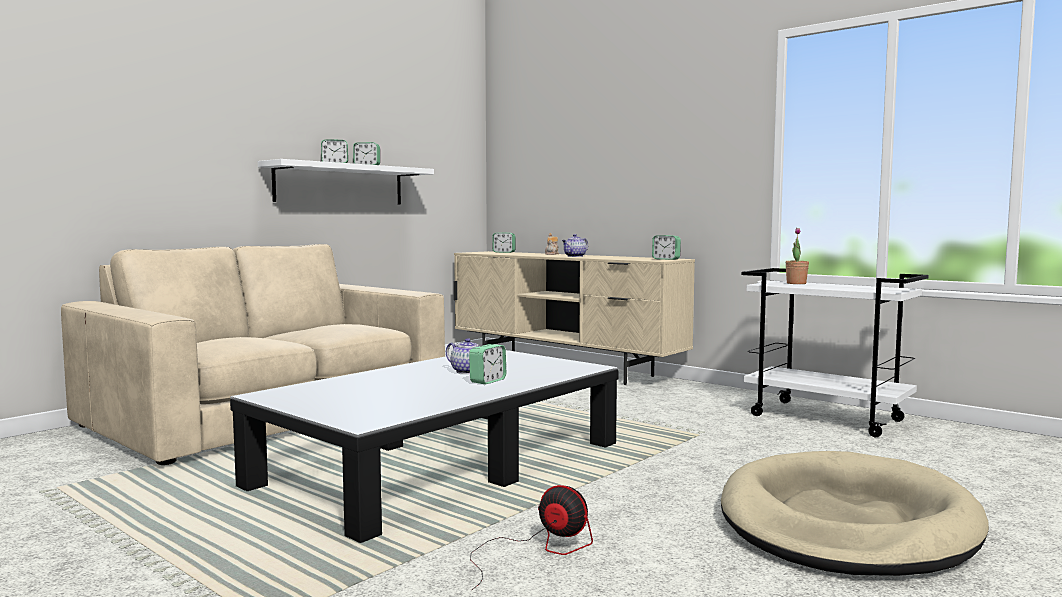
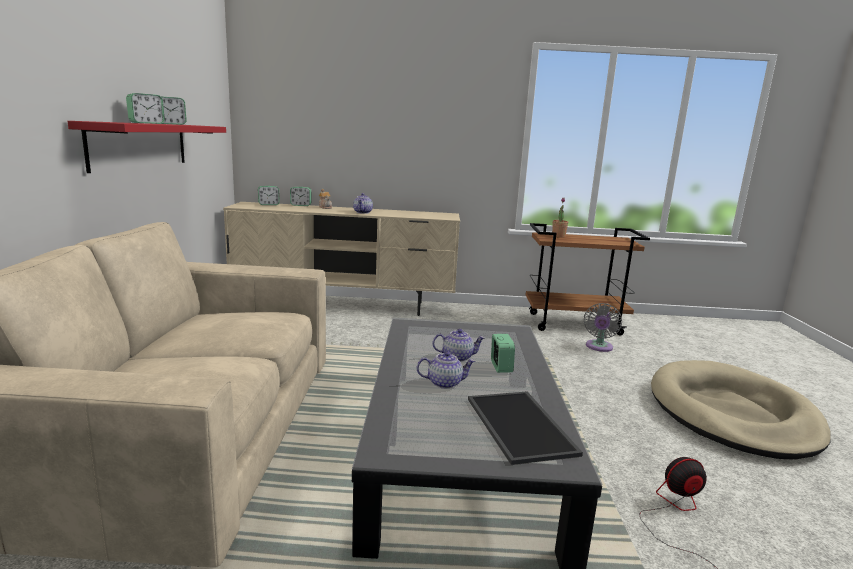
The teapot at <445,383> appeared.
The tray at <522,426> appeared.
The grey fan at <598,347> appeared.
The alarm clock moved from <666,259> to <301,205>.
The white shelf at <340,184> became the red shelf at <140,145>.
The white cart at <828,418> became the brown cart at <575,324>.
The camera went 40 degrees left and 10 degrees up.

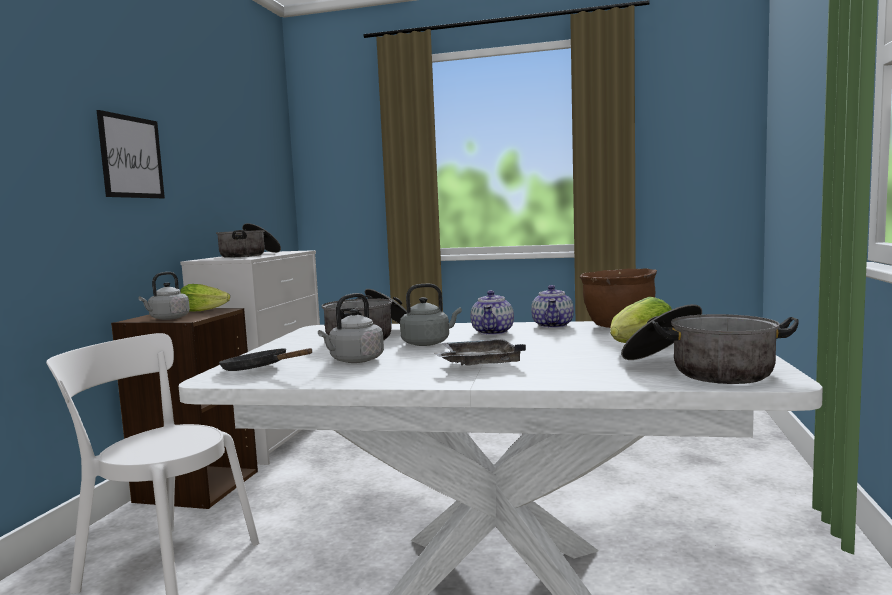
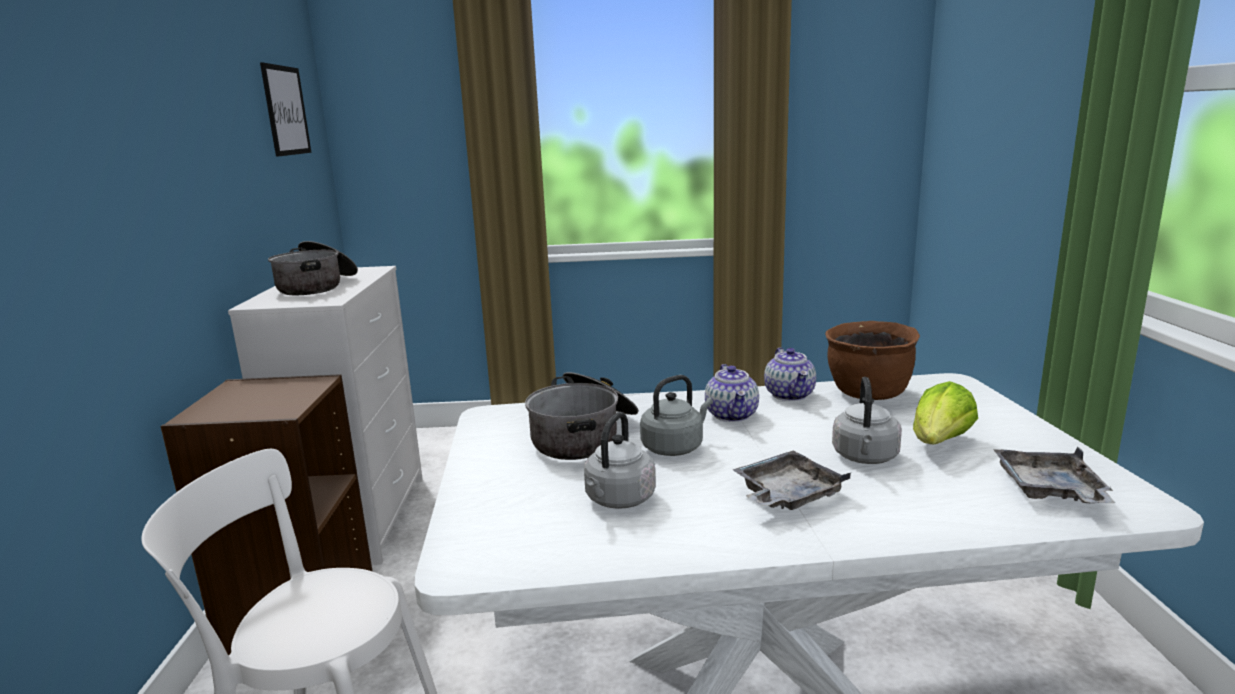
The lettuce at <205,310> disappeared.
The black frying pan at <260,369> disappeared.
The picture moved from <131,157> to <286,110>.
The grey kettle moved from <168,318> to <865,458>.
The cooking pot at <700,370> was replaced by the grey tray at <1049,490>.
The camera went 15 degrees left and 10 degrees up.

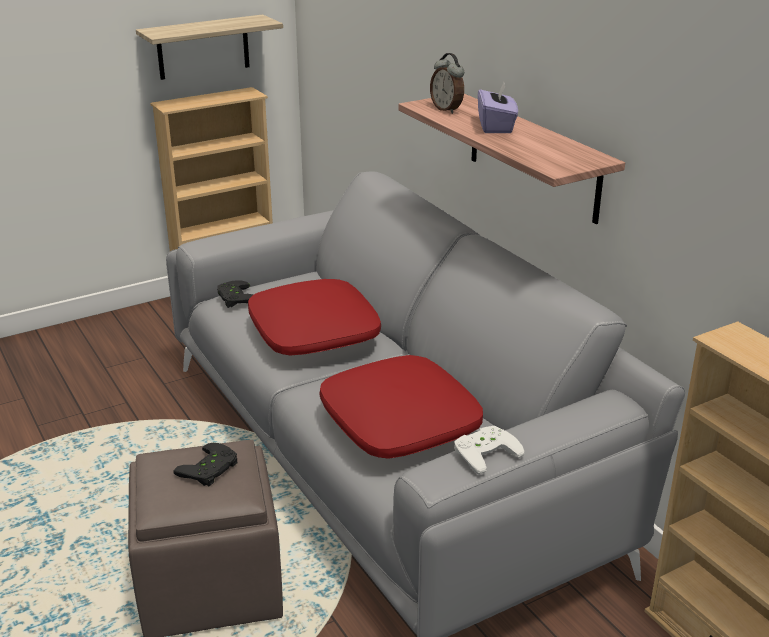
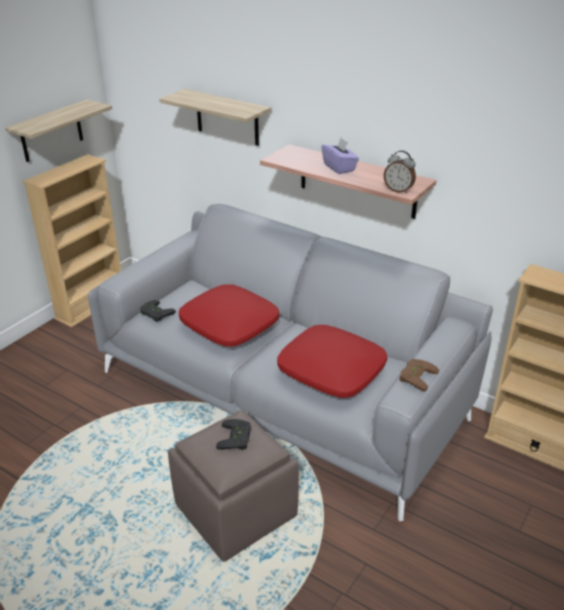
The shelf at <227,118> appeared.
The alarm clock moved from <447,109> to <398,190>.
The white game controller at <484,451> became the brown game controller at <415,376>.
The camera went 25 degrees left and 5 degrees up.

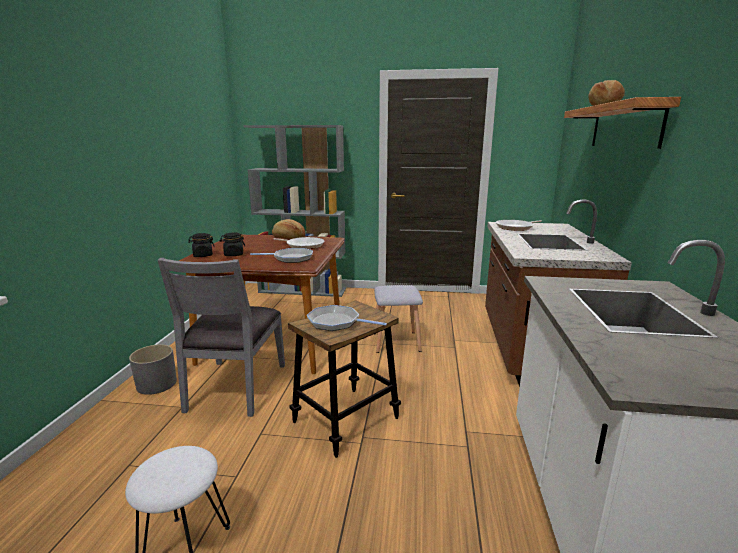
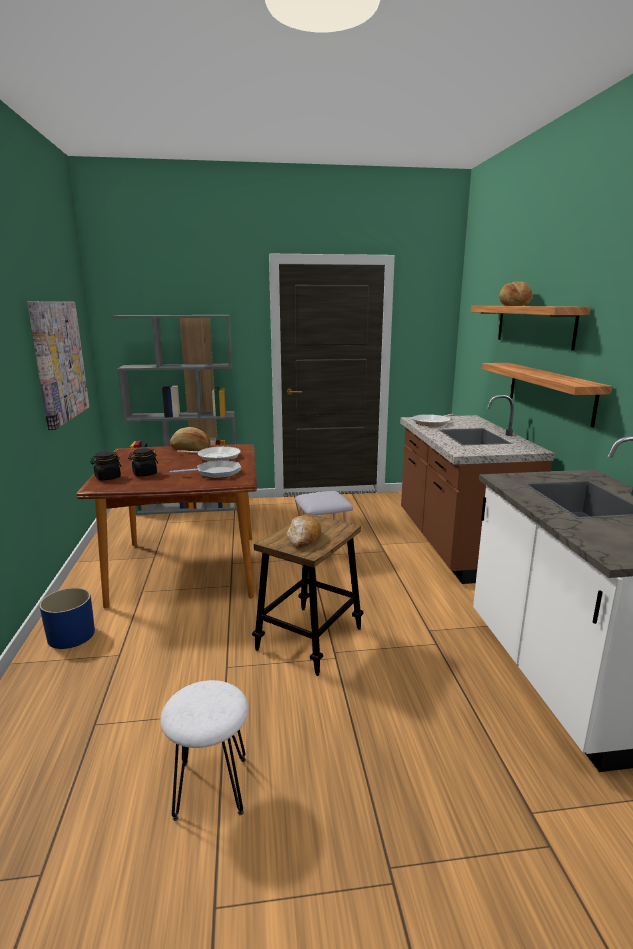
The grey chair at <235,387> disappeared.
The picture at <58,361> appeared.
The shelf at <549,391> appeared.
The frying pan at <336,322> was replaced by the bread at <303,537>.
The grey planter at <157,384> became the blue planter at <71,635>.
The camera went 15 degrees left and 0 degrees up.

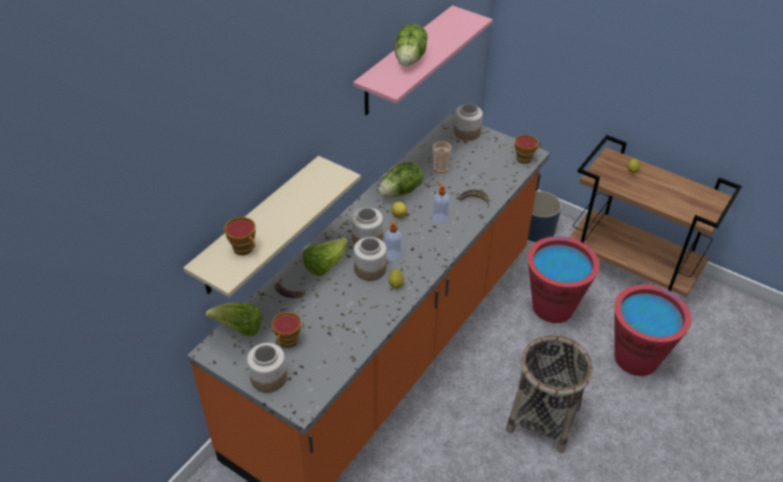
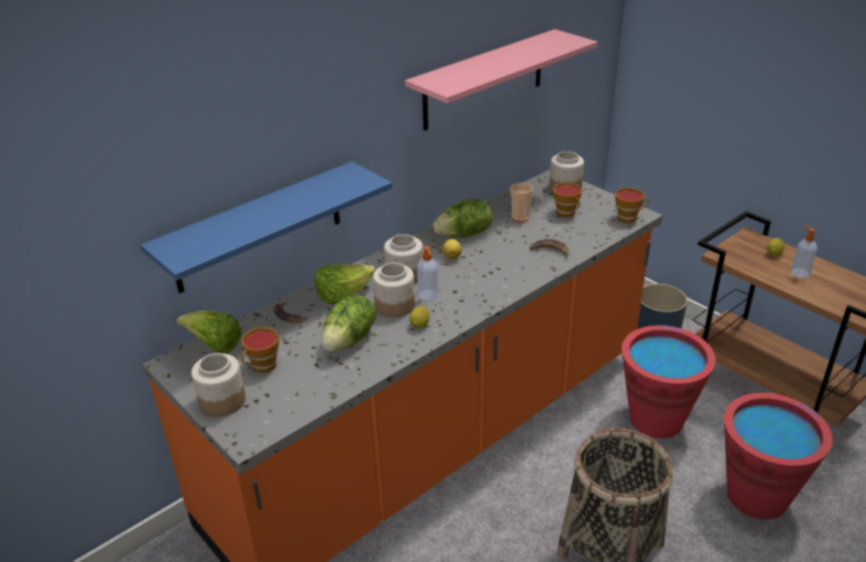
The cup moved from <245,249> to <567,214>.
The lettuce moved from <410,59> to <350,340>.
The soap dispenser moved from <439,218> to <799,272>.
The beige shelf at <258,227> became the blue shelf at <259,228>.
The camera went 15 degrees right and 10 degrees down.

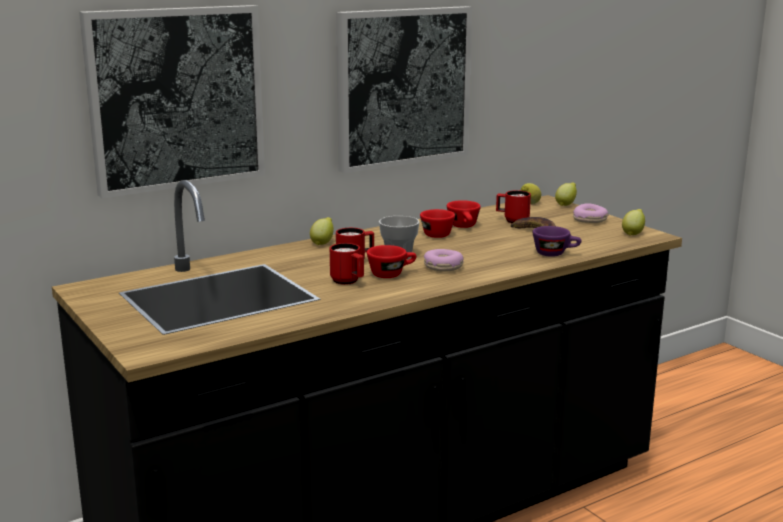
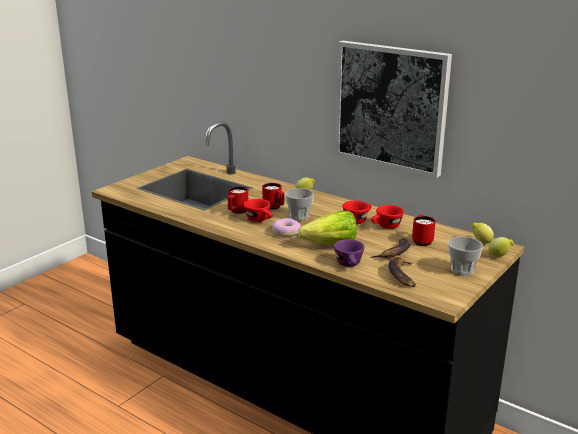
The picture at <176,98> disappeared.
The lemon at <633,233> disappeared.
The lettuce at <326,245> appeared.
The banana at <402,275> appeared.
The donut at <590,220> was replaced by the cup at <462,270>.
The camera went 70 degrees right and 5 degrees up.

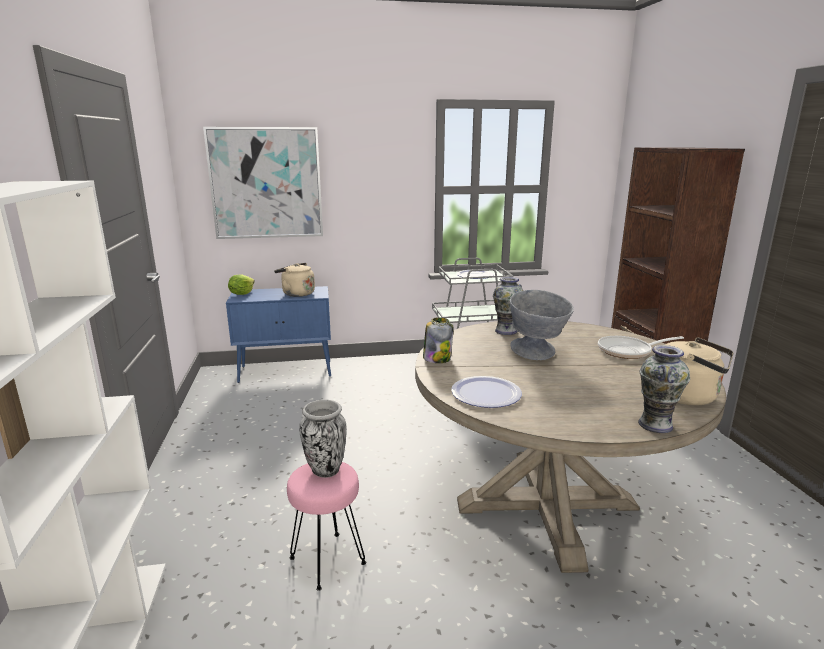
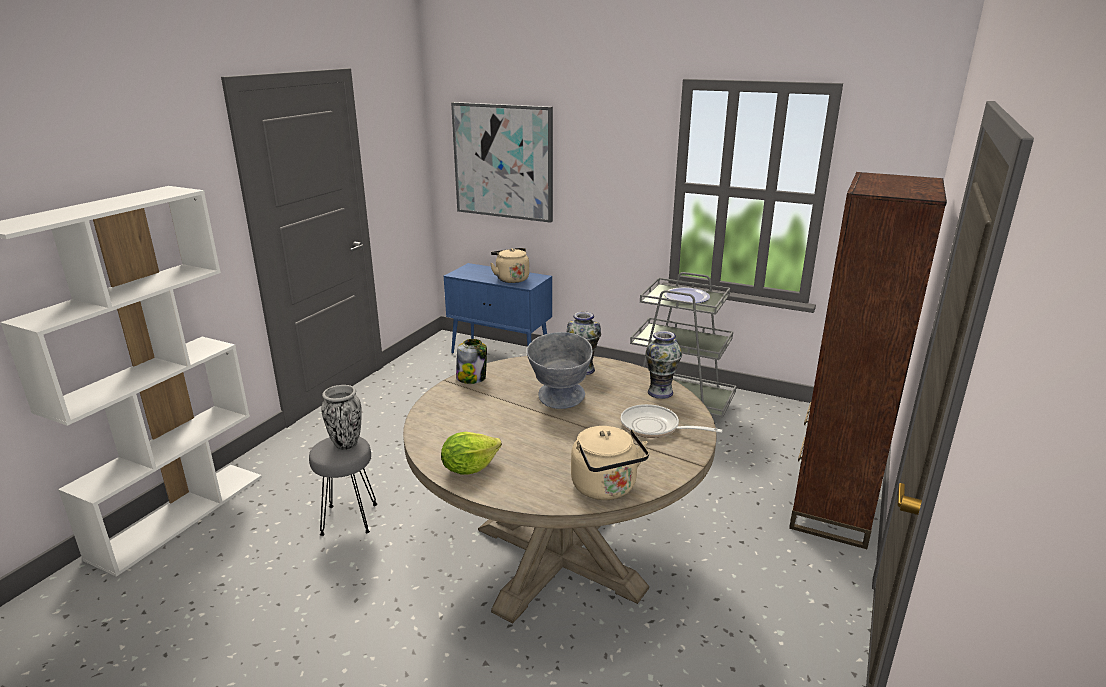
The plate at <486,393> disappeared.
The lettuce moved from <242,294> to <469,468>.
The vase moved from <654,424> to <660,392>.
The pink stool at <327,559> became the grey stool at <349,518>.
The camera went 35 degrees right and 5 degrees up.

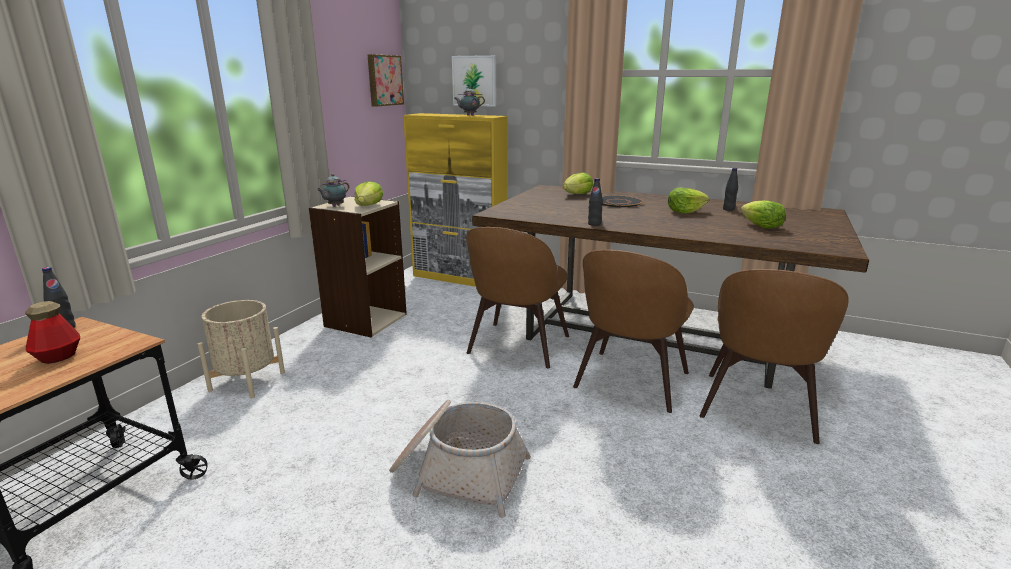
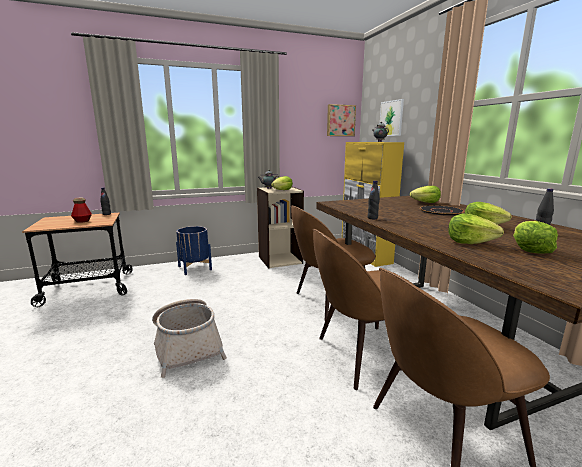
The lettuce at <469,242> appeared.
The beige planter at <247,381> became the blue planter at <195,268>.
The camera went 45 degrees right and 5 degrees down.

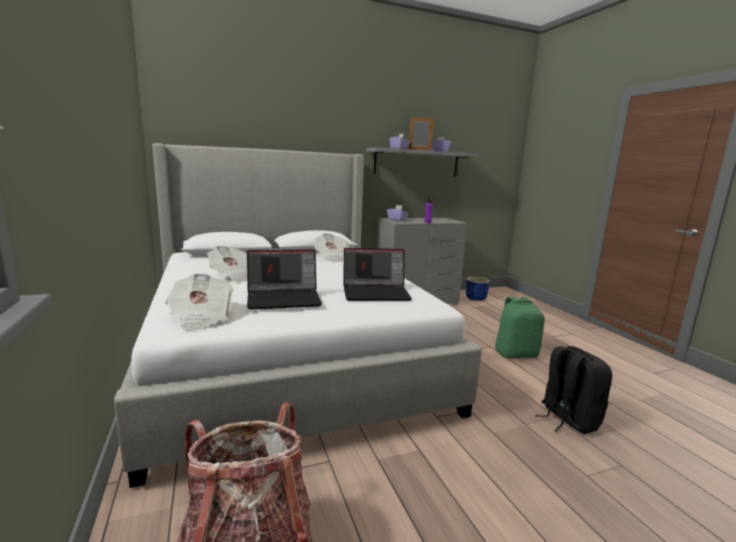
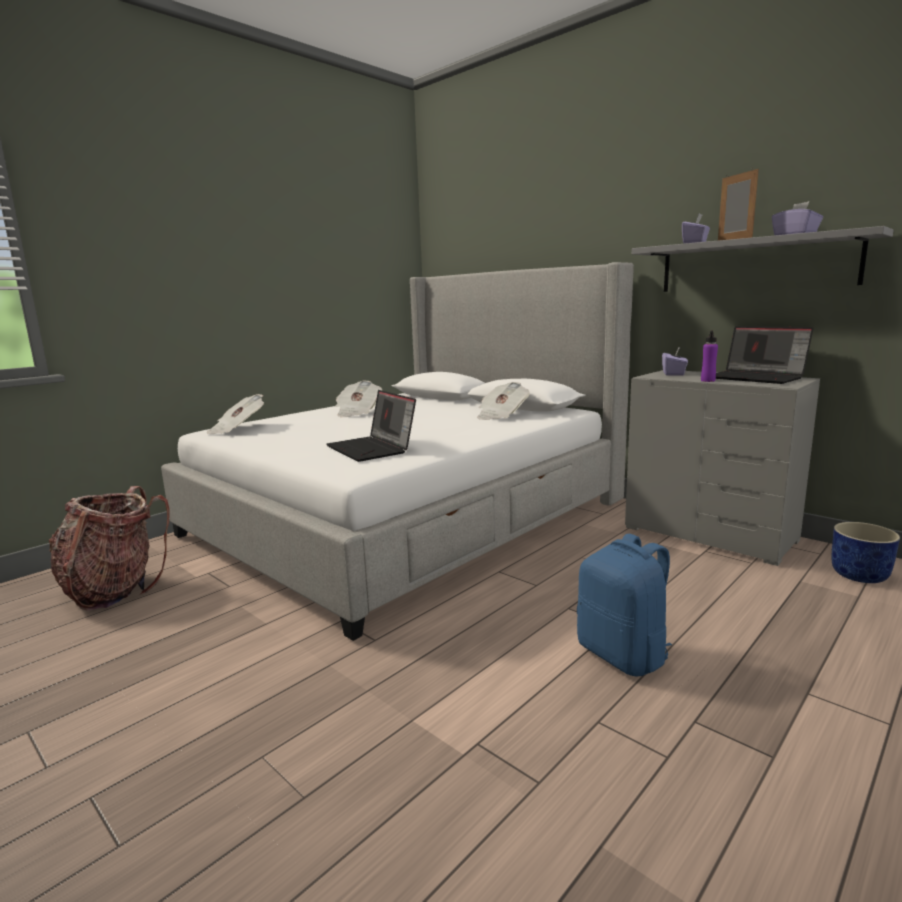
The black backpack at <567,419> disappeared.
The laptop moved from <285,299> to <757,378>.
The green backpack at <516,354> became the blue backpack at <623,655>.
The camera went 65 degrees right and 0 degrees up.

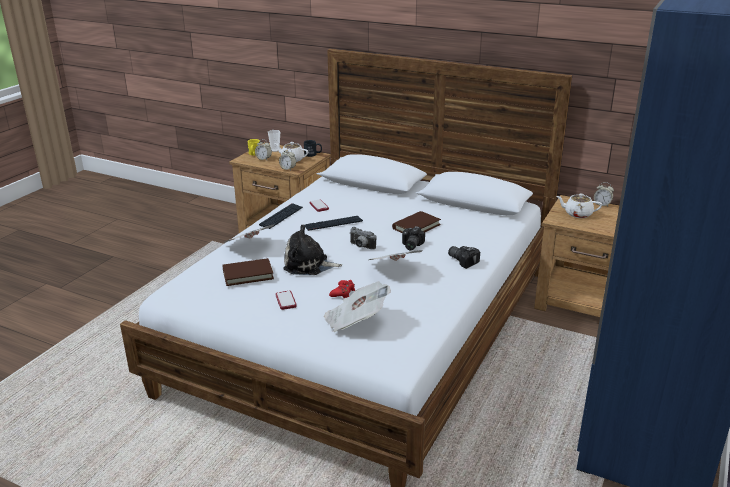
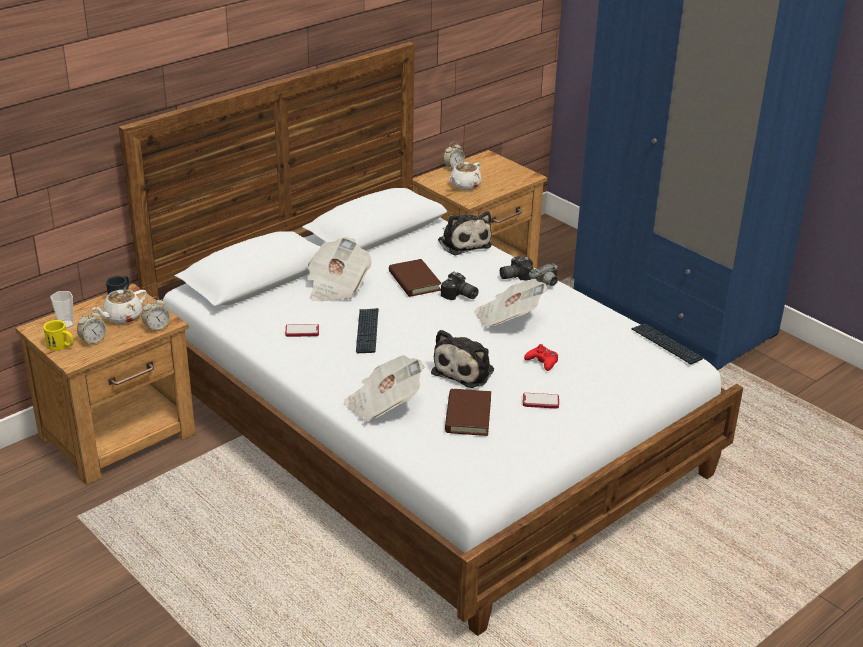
The plush toy at <463,242> appeared.
The keyboard moved from <281,216> to <666,345>.
The newspaper moved from <355,321> to <336,286>.
The photo camera moved from <361,247> to <545,286>.
The camera went 70 degrees left and 5 degrees up.

